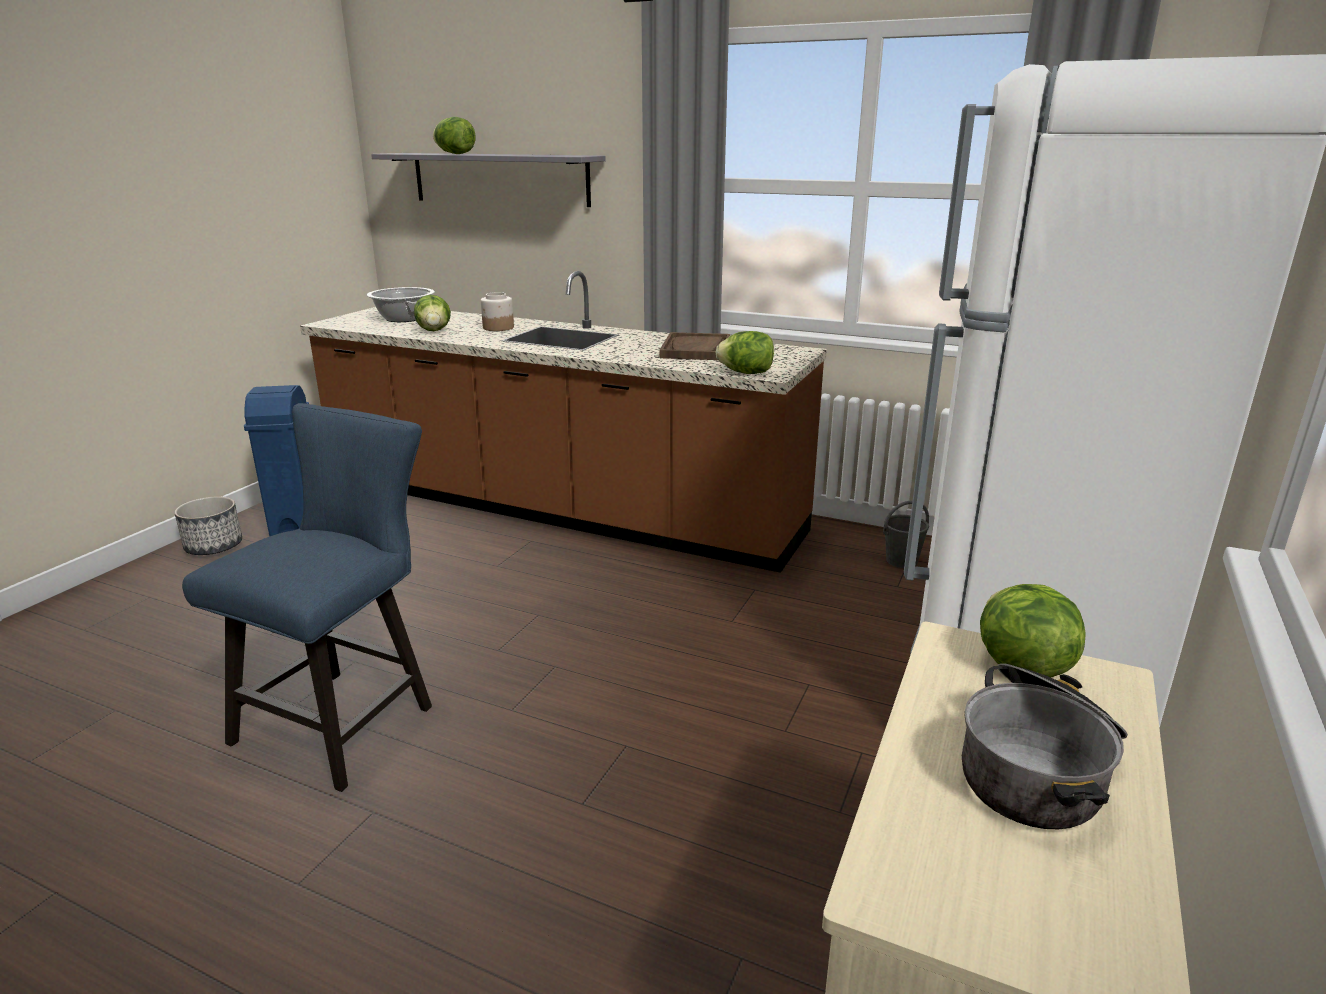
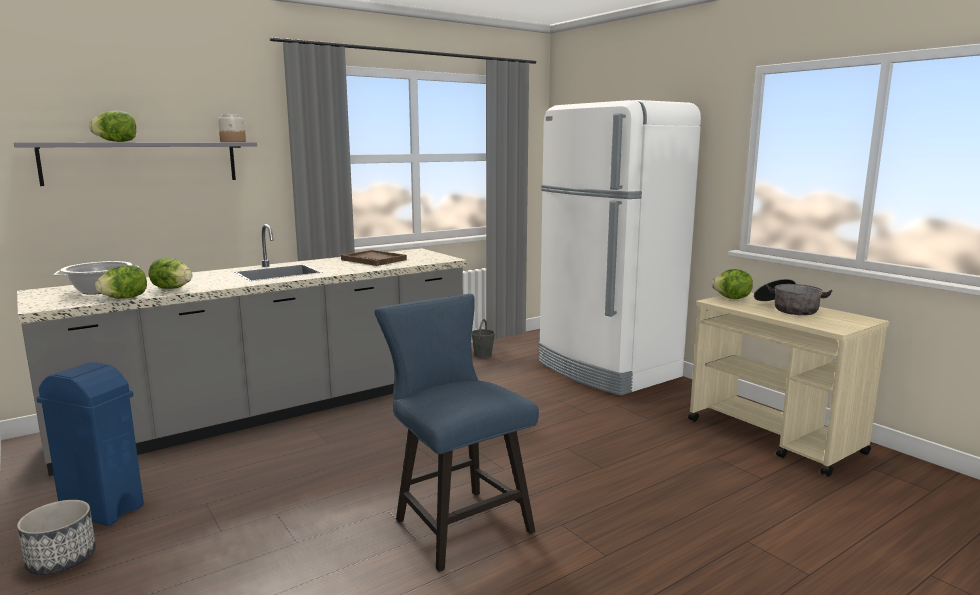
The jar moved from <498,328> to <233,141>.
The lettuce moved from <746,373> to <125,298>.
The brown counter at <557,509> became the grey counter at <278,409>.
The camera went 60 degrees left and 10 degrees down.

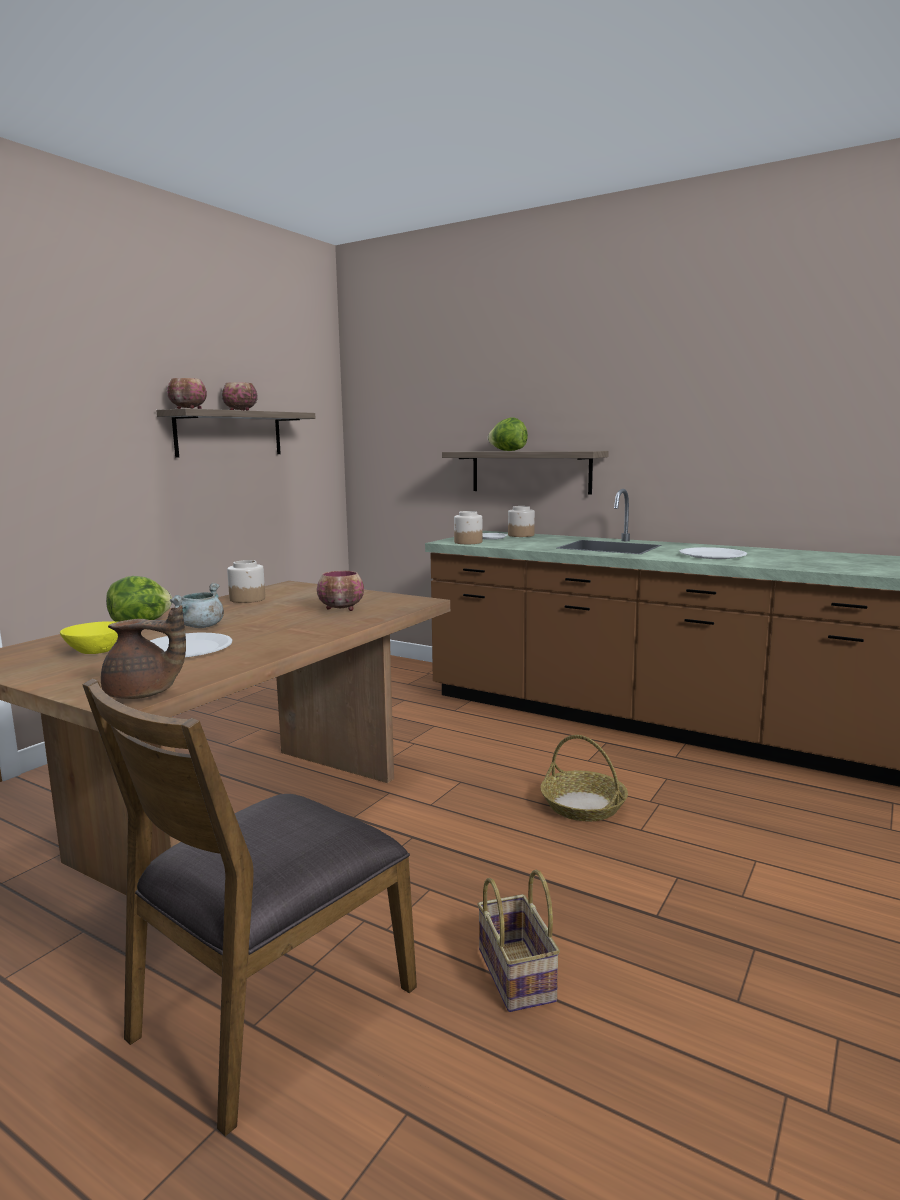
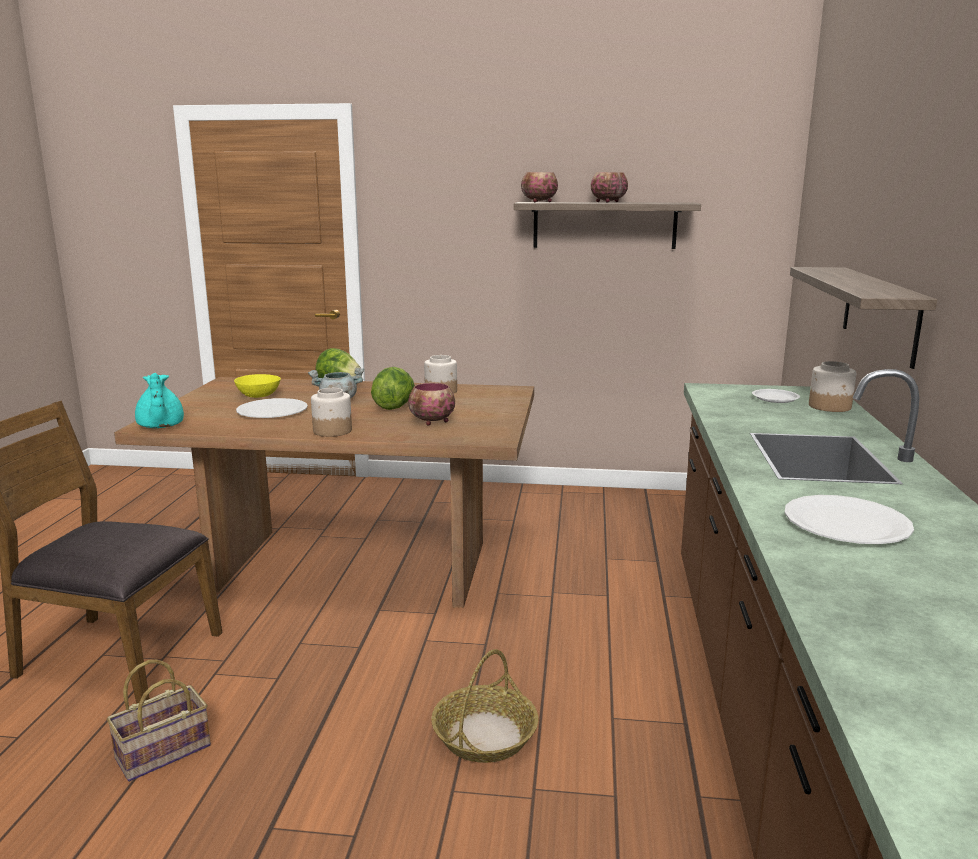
The jar moved from <468,542> to <332,431>.
The lettuce moved from <508,451> to <394,407>.
The brown teapot at <143,694> became the turquoise teapot at <160,426>.
The camera went 65 degrees right and 5 degrees up.

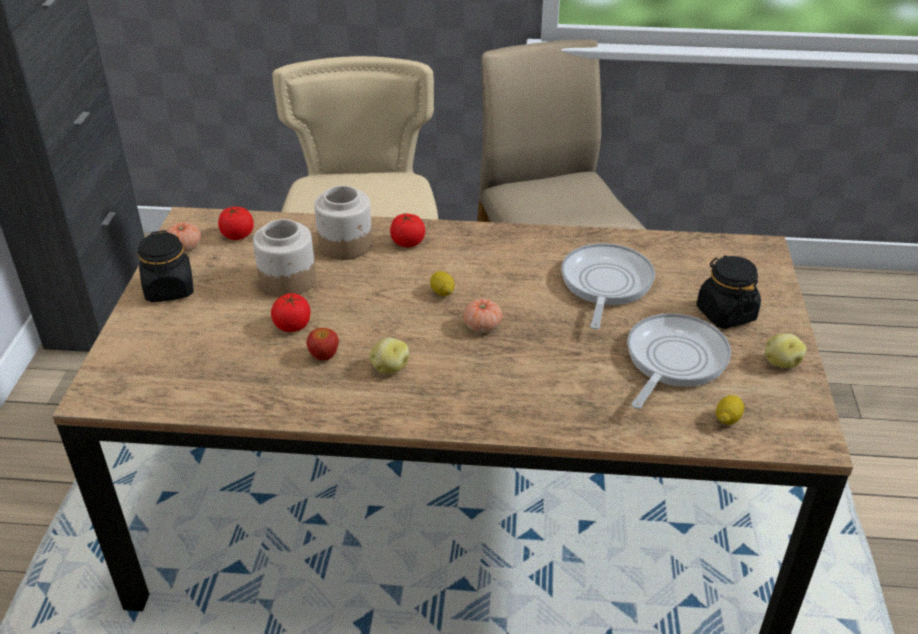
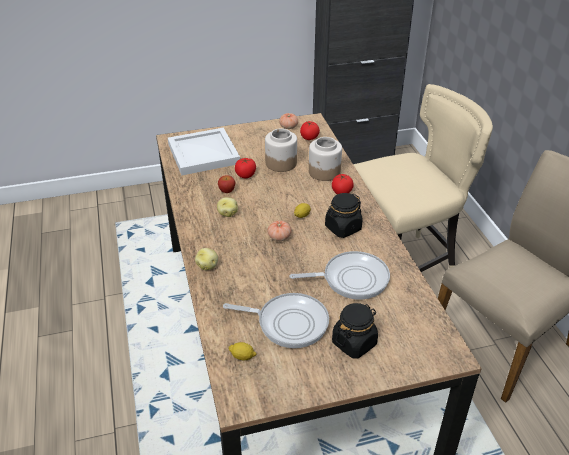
The white tray at <204,153> appeared.
The black jar moved from <169,289> to <343,228>.
The potato moved from <780,362> to <207,266>.
The camera went 70 degrees right and 0 degrees up.

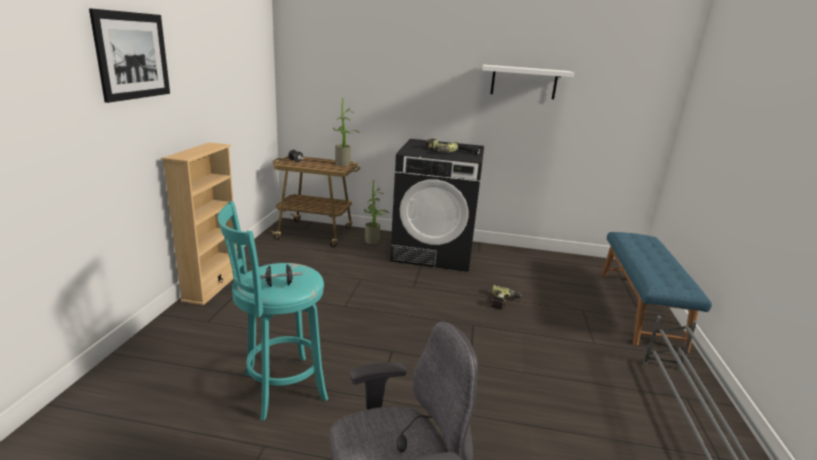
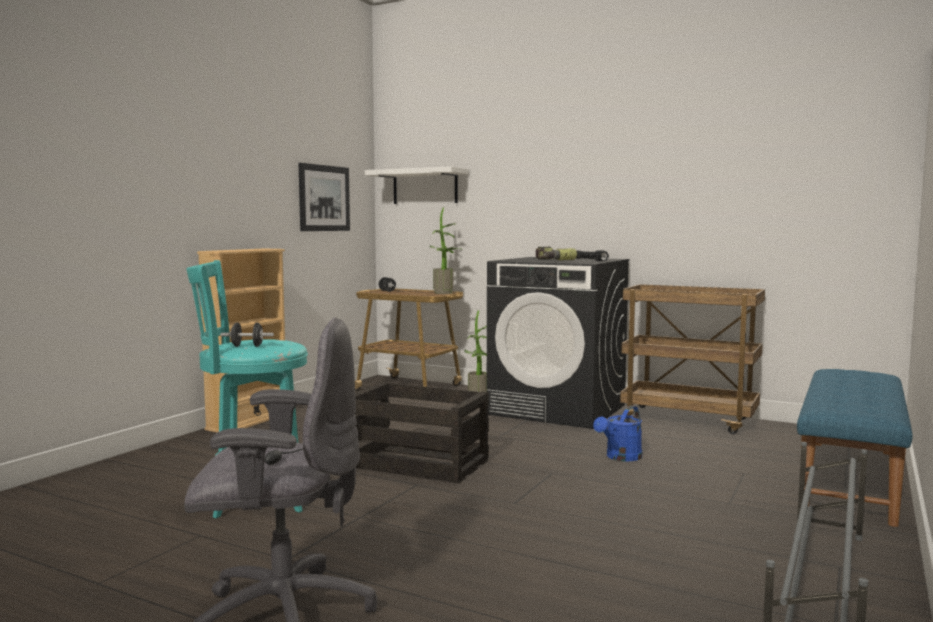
The crate at <419,463> appeared.
The brown cart at <690,420> appeared.
The picture moved from <133,56> to <324,198>.
The white shelf moved from <523,82> to <425,187>.
The power drill at <504,302> was replaced by the blue watering can at <620,457>.
The camera went 20 degrees right and 15 degrees down.

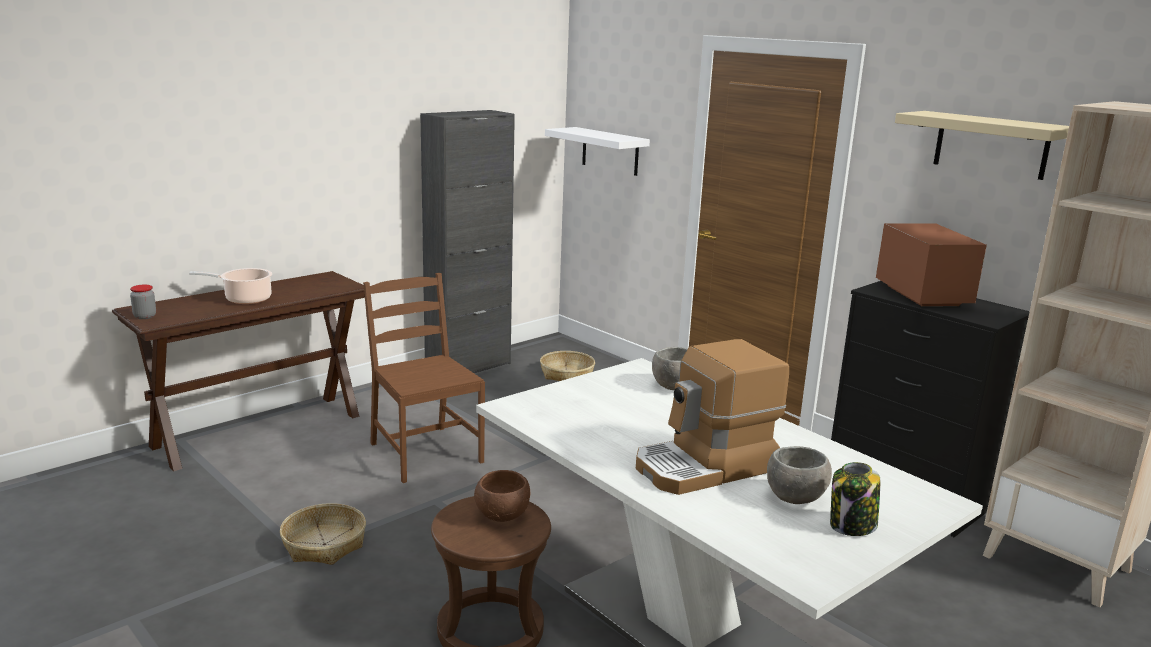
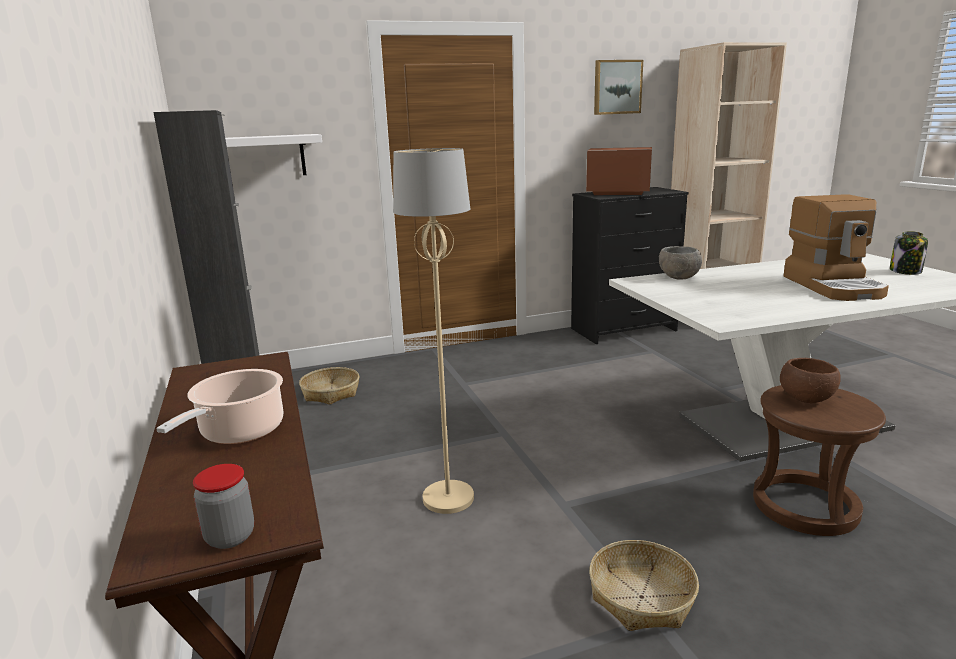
The grey bowl at <794,498> disappeared.
The brown chair at <424,453> was replaced by the beige floor lamp at <447,498>.
The beige shelf at <991,145> was replaced by the picture at <617,87>.
The camera went 65 degrees left and 0 degrees up.

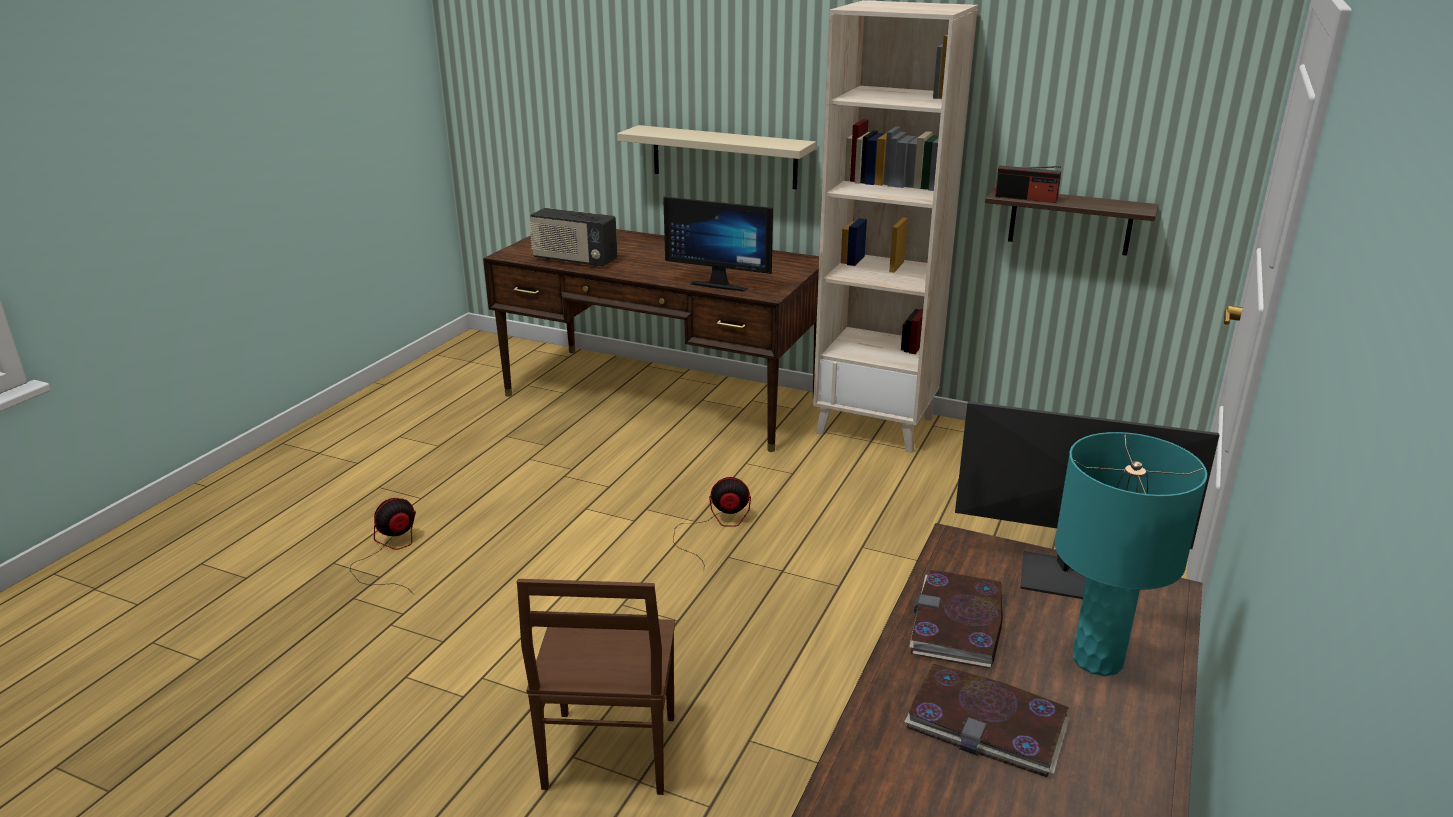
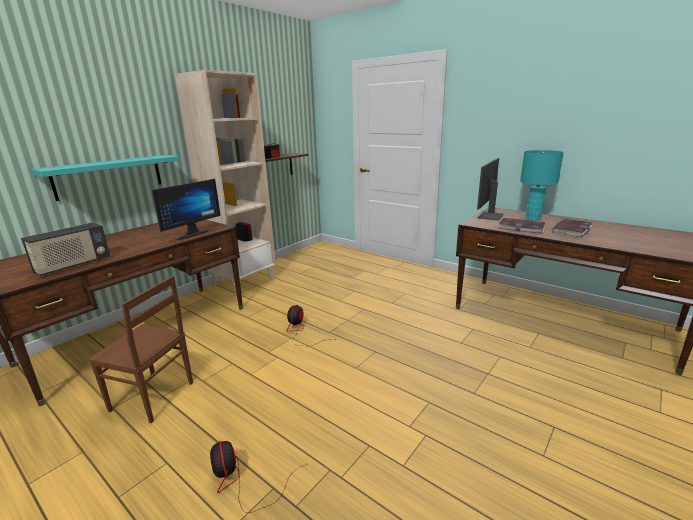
The brown chair moved from <607,754> to <153,398>.
The beige shelf at <724,157> became the turquoise shelf at <109,176>.
The camera went 75 degrees left and 5 degrees down.

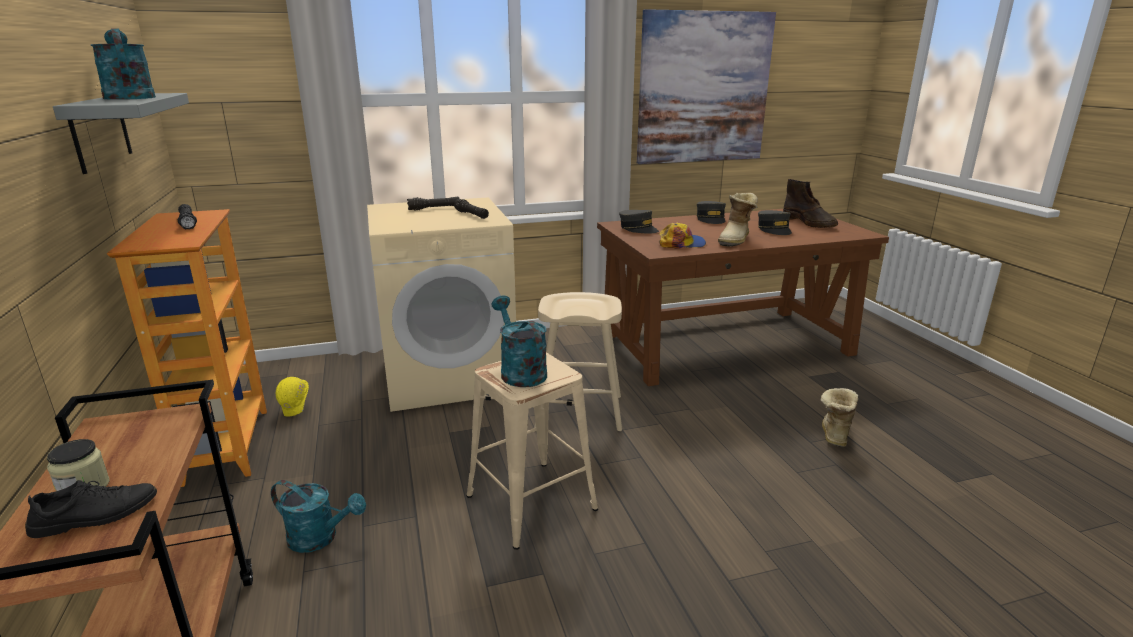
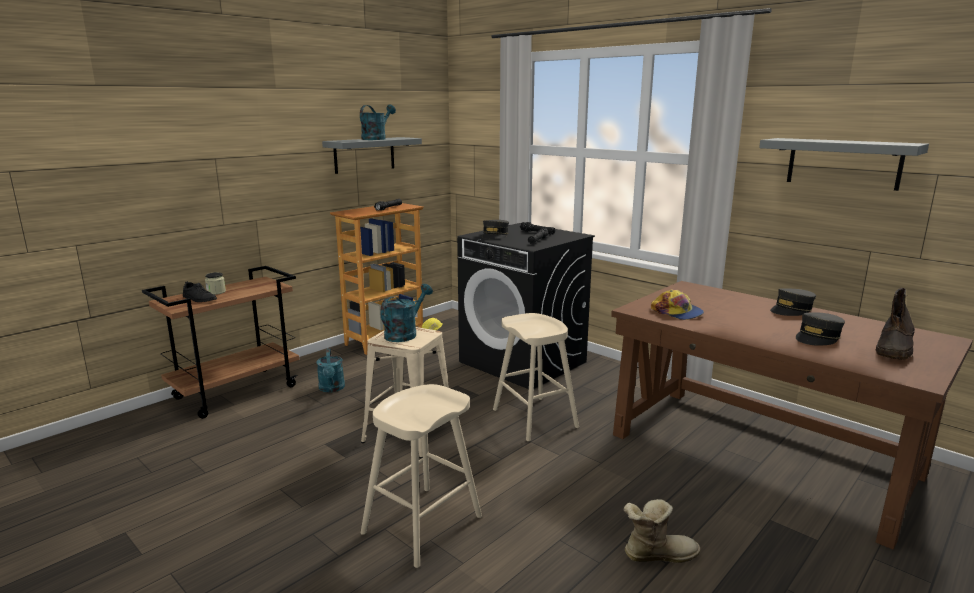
The boot at <736,240> disappeared.
The beige stool at <422,525> appeared.
The grey cap moved from <638,229> to <495,235>.
The picture at <703,88> was replaced by the grey shelf at <843,163>.
The beige washing machine at <449,375> became the black washing machine at <523,362>.
The camera went 60 degrees right and 5 degrees down.

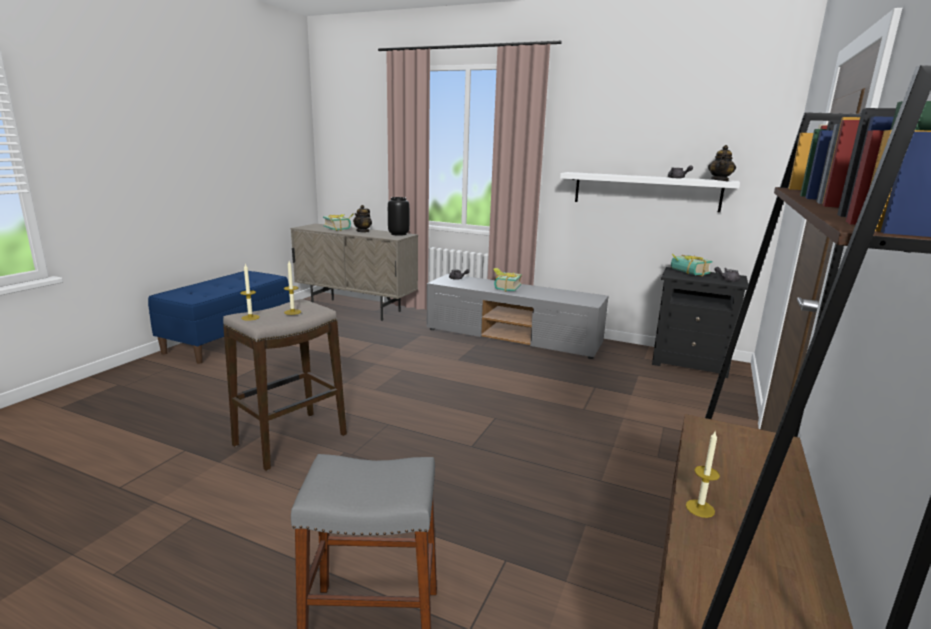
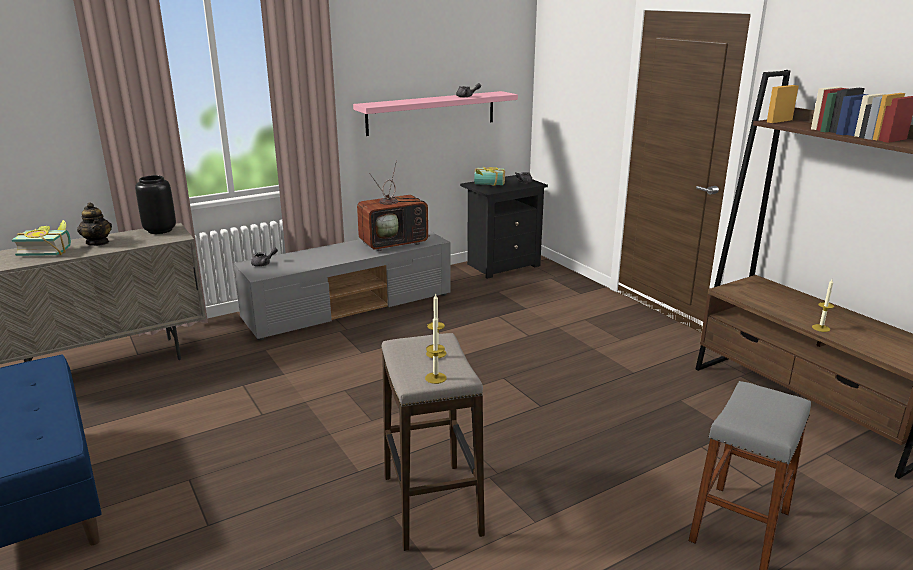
The book at <504,288> disappeared.
The teapot at <720,180> disappeared.
The television at <394,242> appeared.
The white shelf at <646,191> became the pink shelf at <431,113>.
The camera went 55 degrees left and 5 degrees up.

